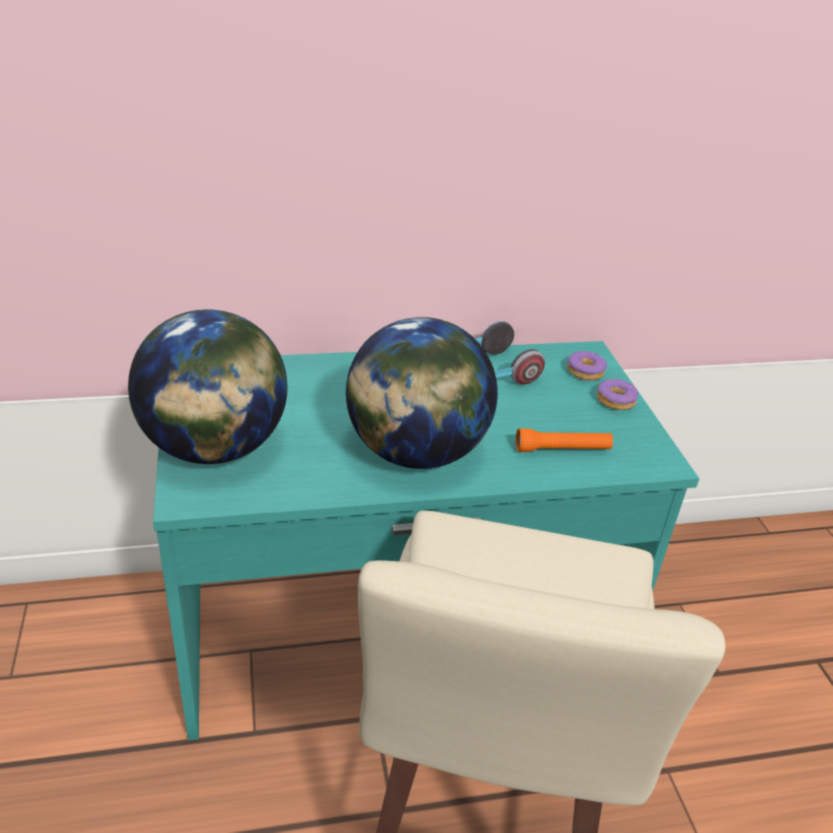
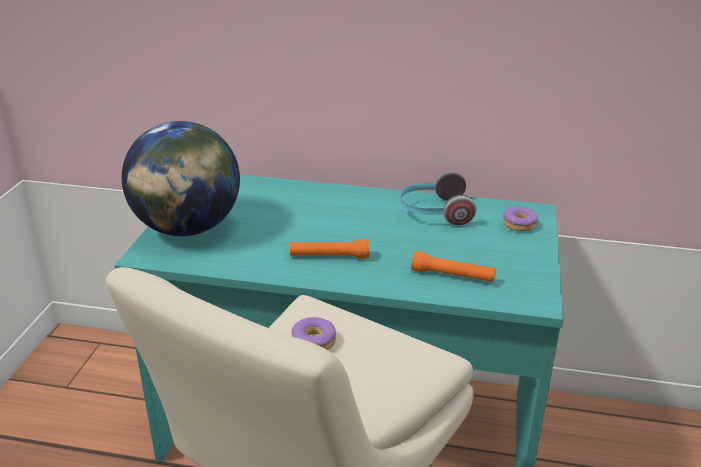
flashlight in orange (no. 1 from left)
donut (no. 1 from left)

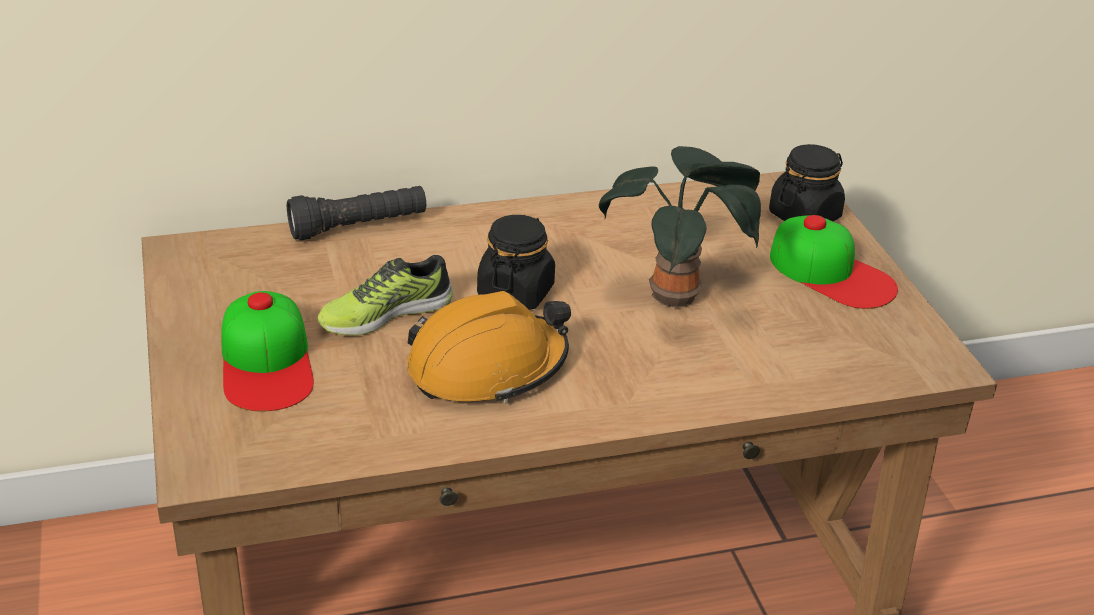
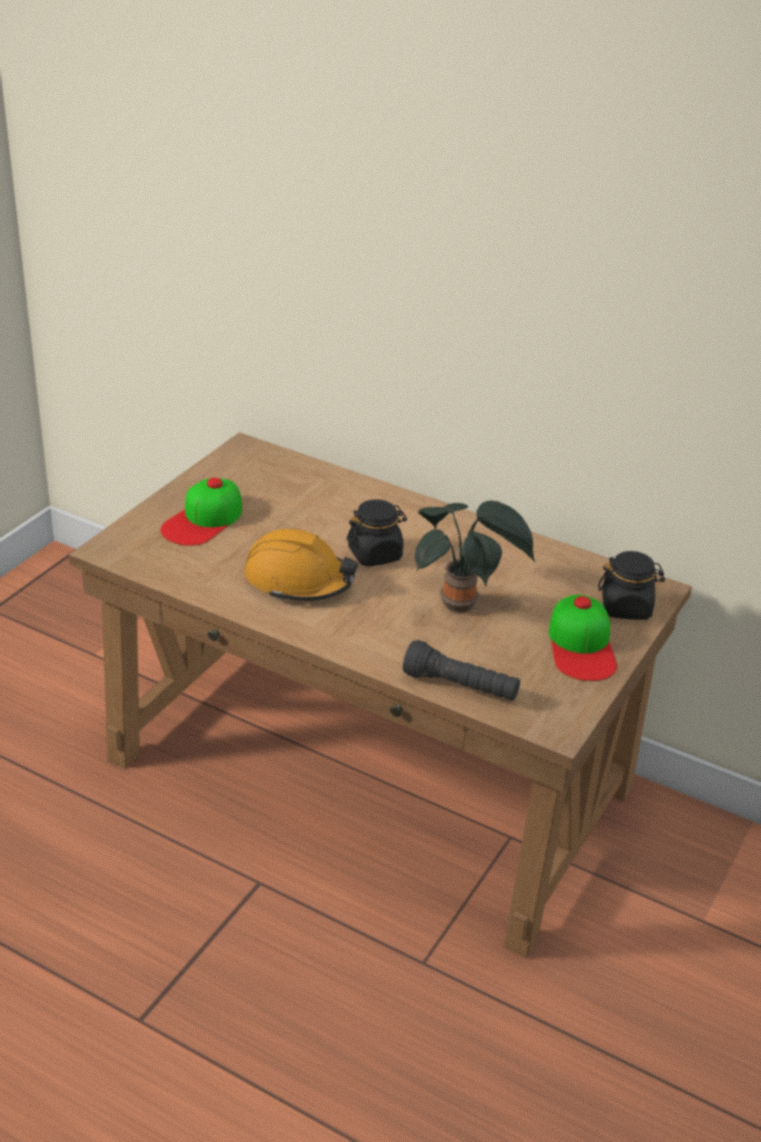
flashlight in black
shoe

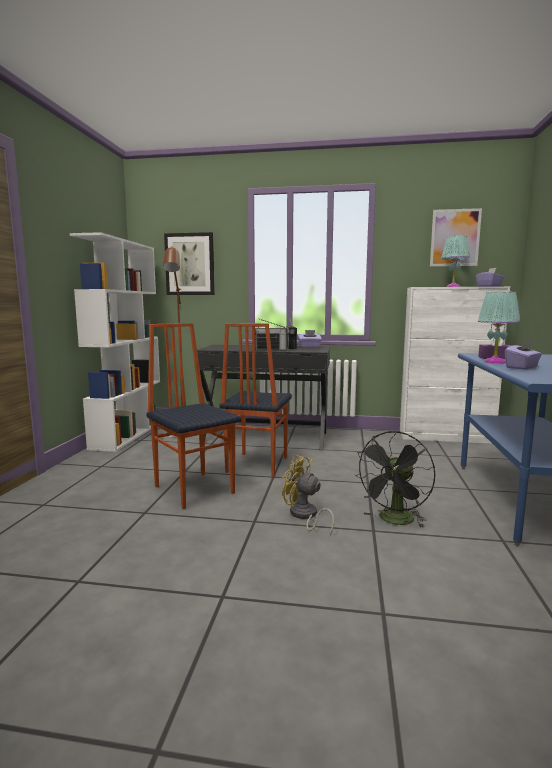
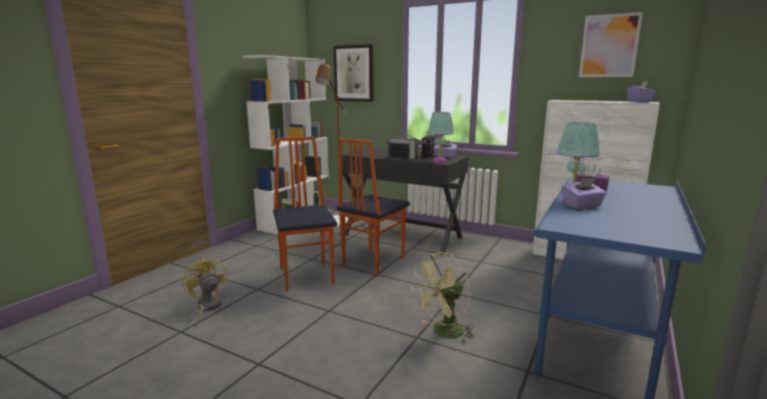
table lamp in turquoise (no. 1 from left)
fan in green
fan in yellow

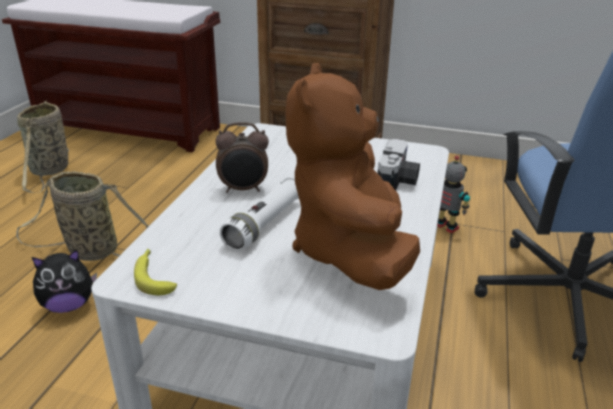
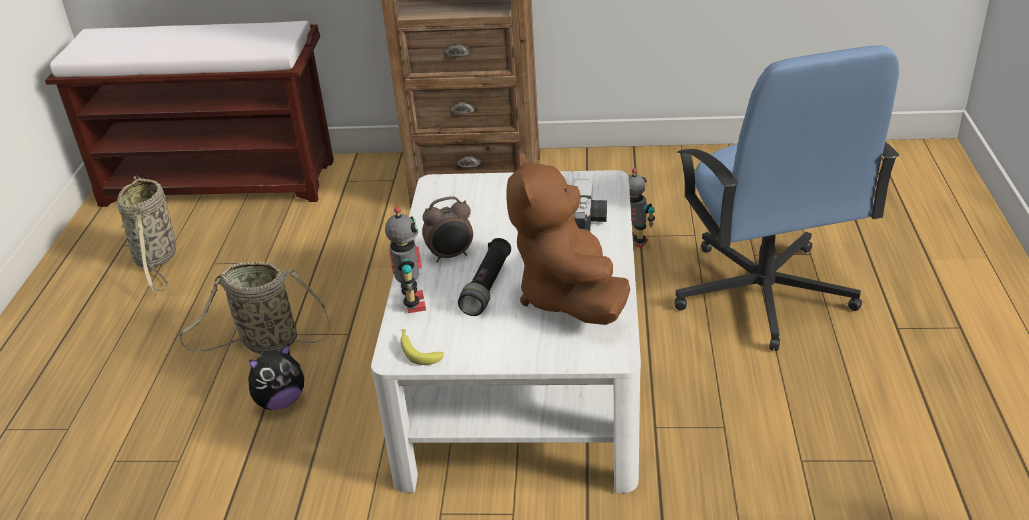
flashlight in black
toy robot (no. 1 from left)

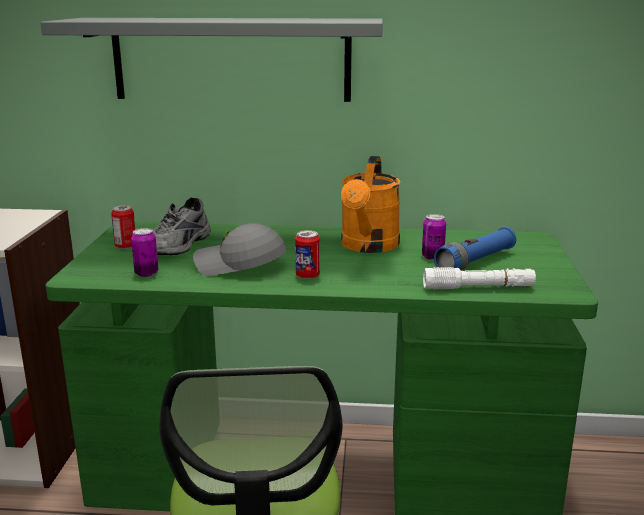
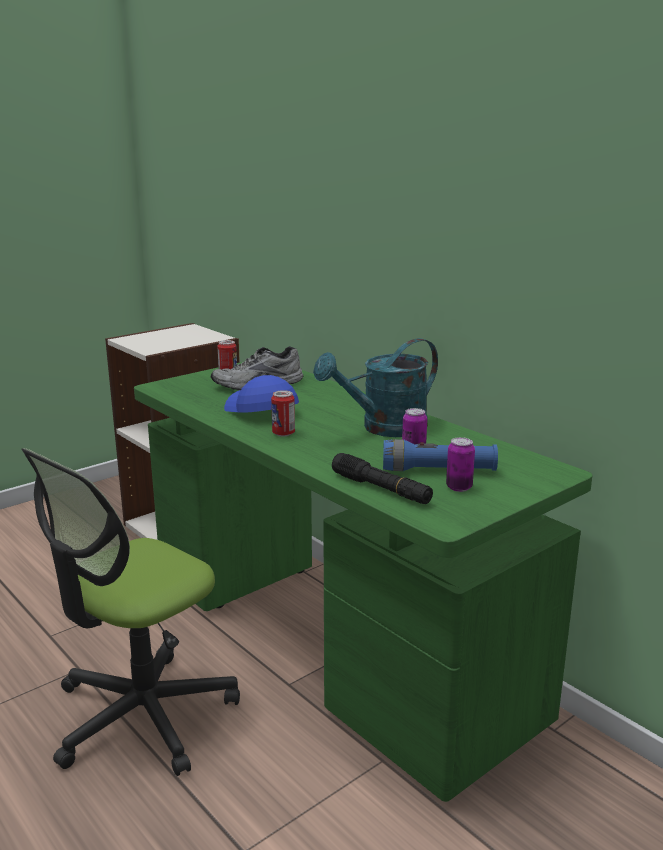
shelf in grey
watering can in turquoise
cap in blue
can (no. 4 from left)
flashlight in black

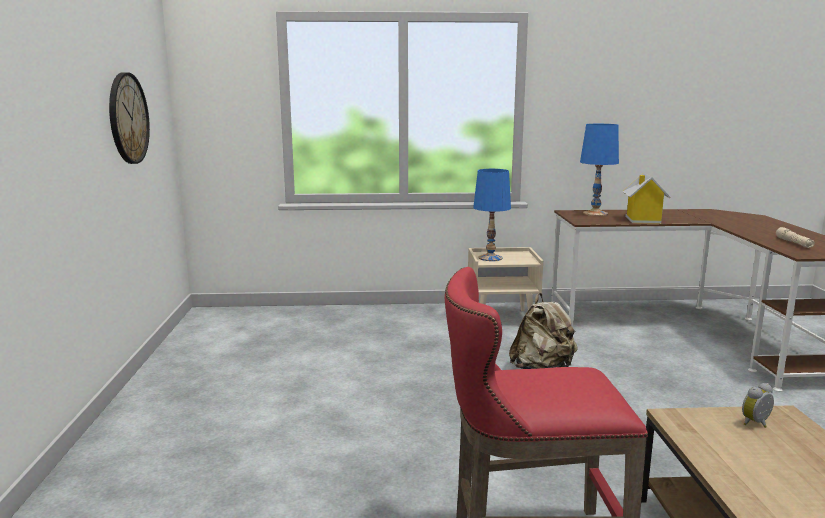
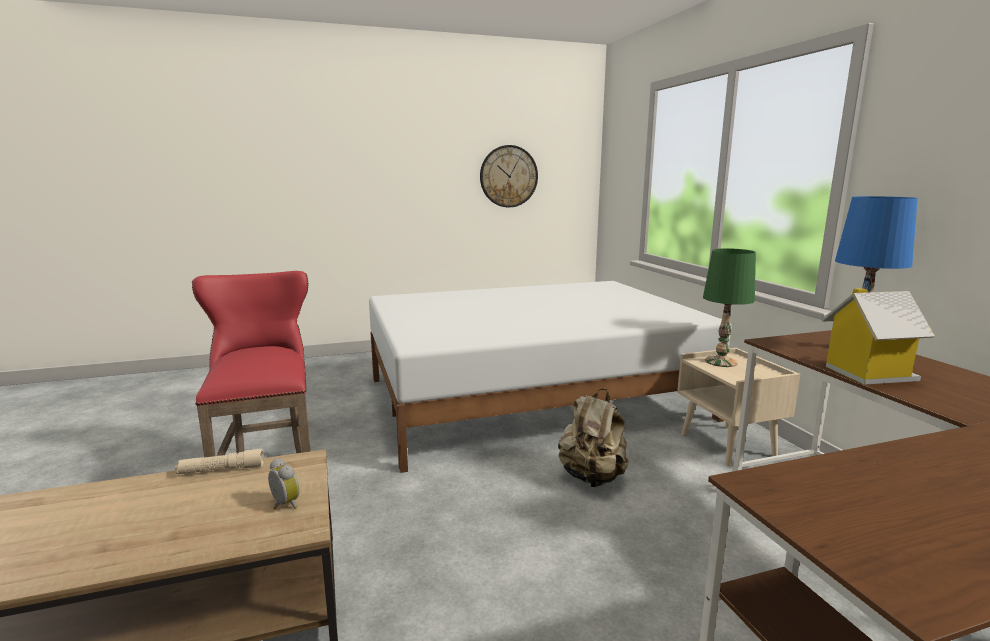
table lamp in green
flashlight in beige
bed in white

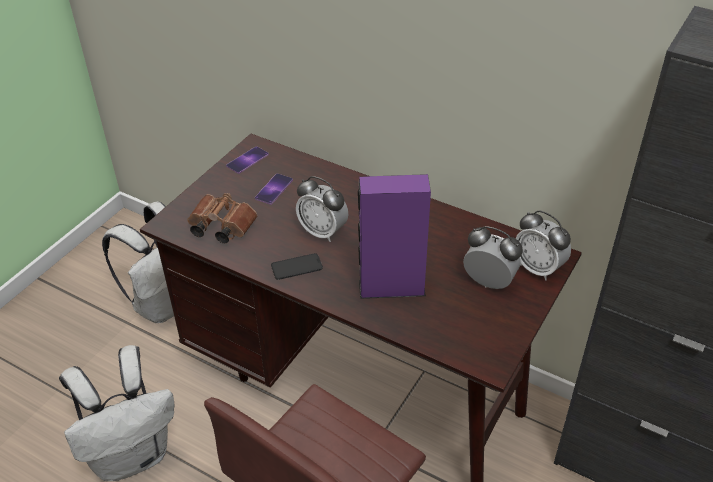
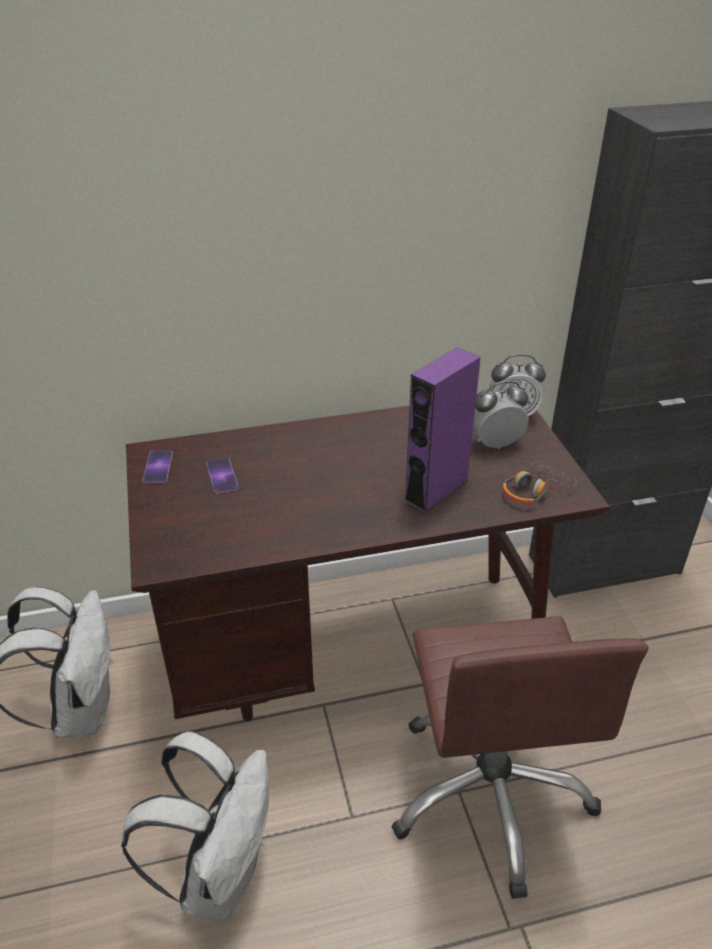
alarm clock (no. 1 from left in the first image)
binoculars in brown
phone (no. 3 from left in the first image)
headphones

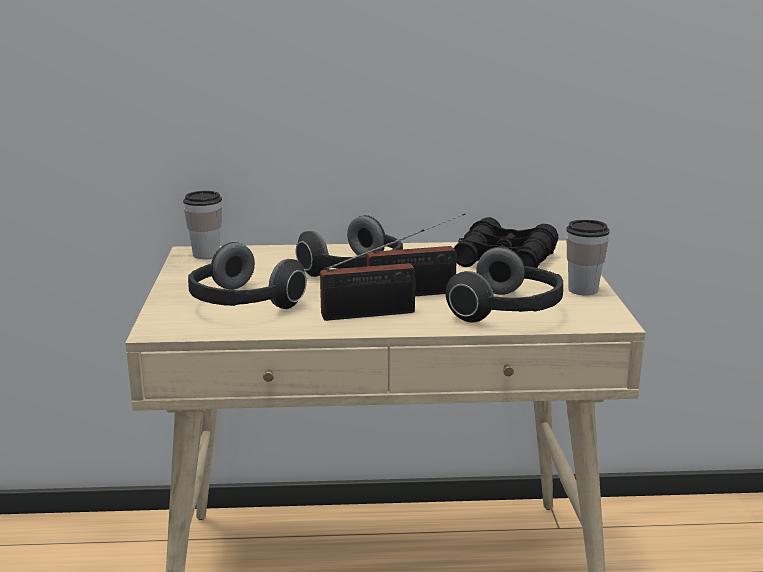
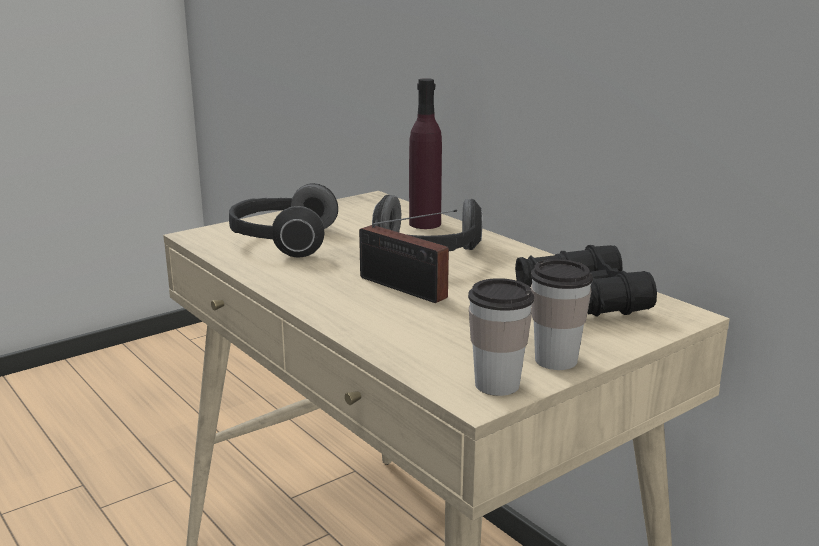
cup (no. 1 from left)
radio (no. 1 from left in the first image)
headphones (no. 3 from left in the first image)
bottle in purple

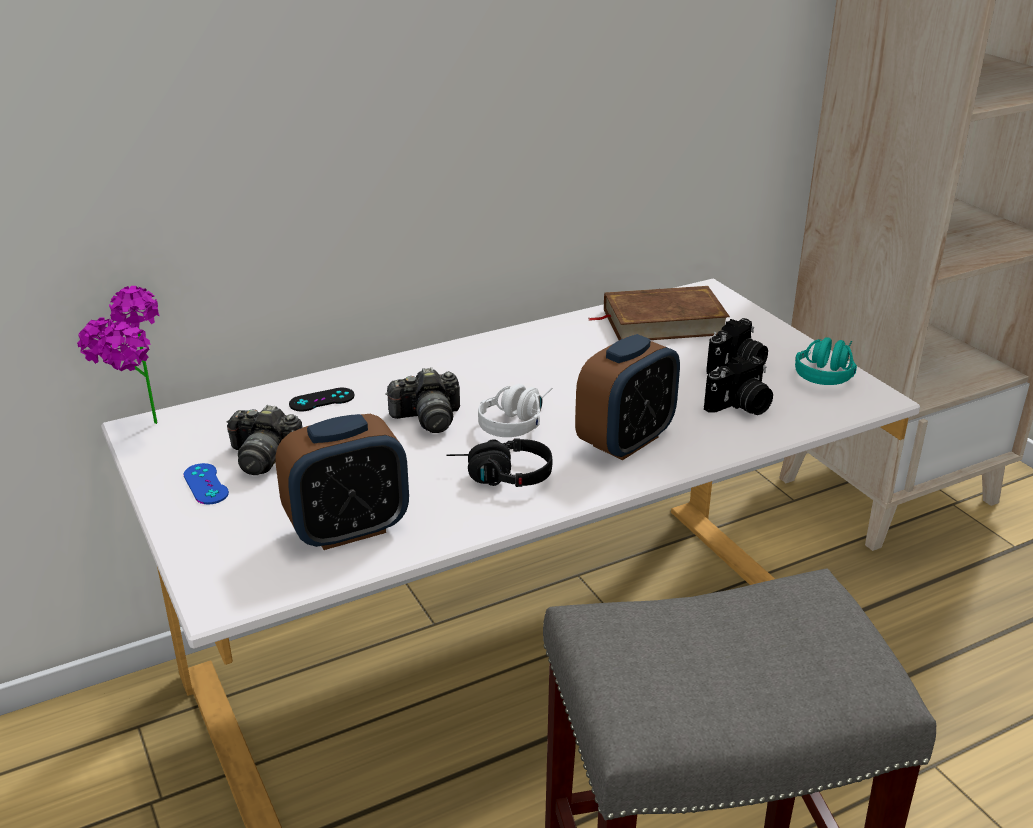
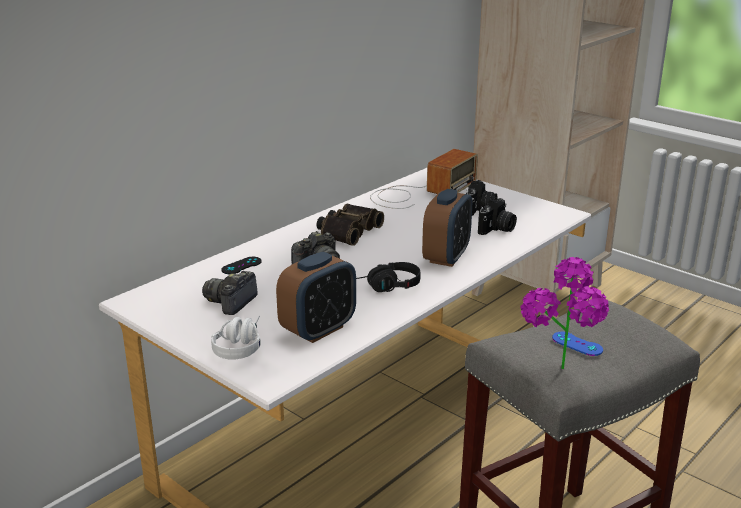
potted plant
radio
headphones in turquoise
headphones in white
photo camera (no. 1 from left)
game controller in blue
binoculars

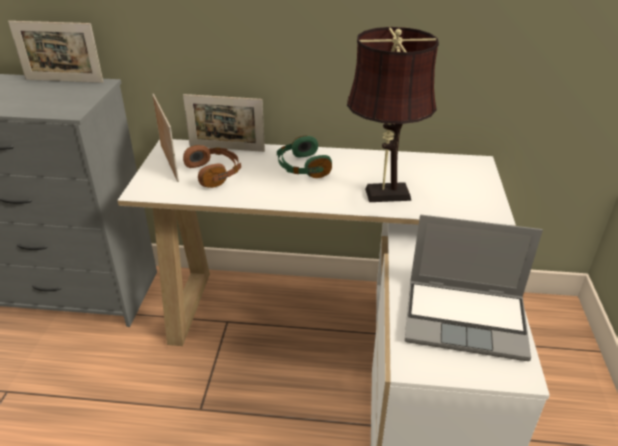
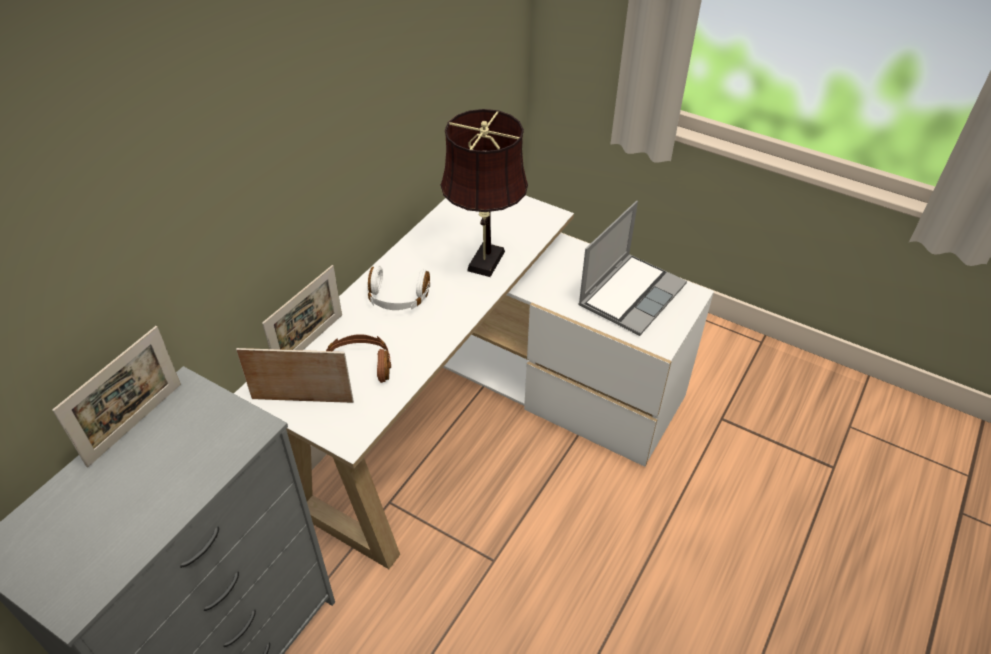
headphones in white

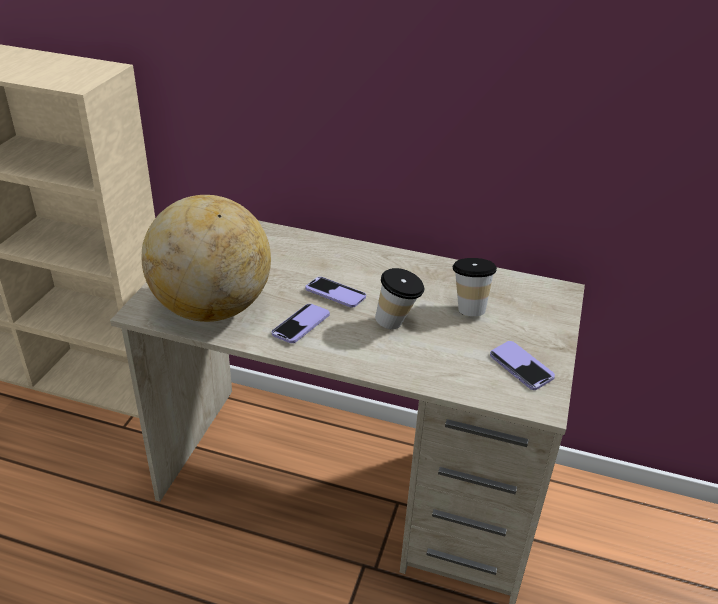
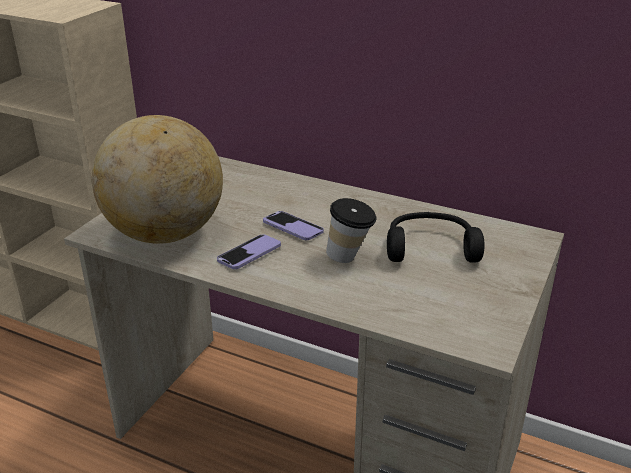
headphones in black
phone (no. 3 from left in the first image)

